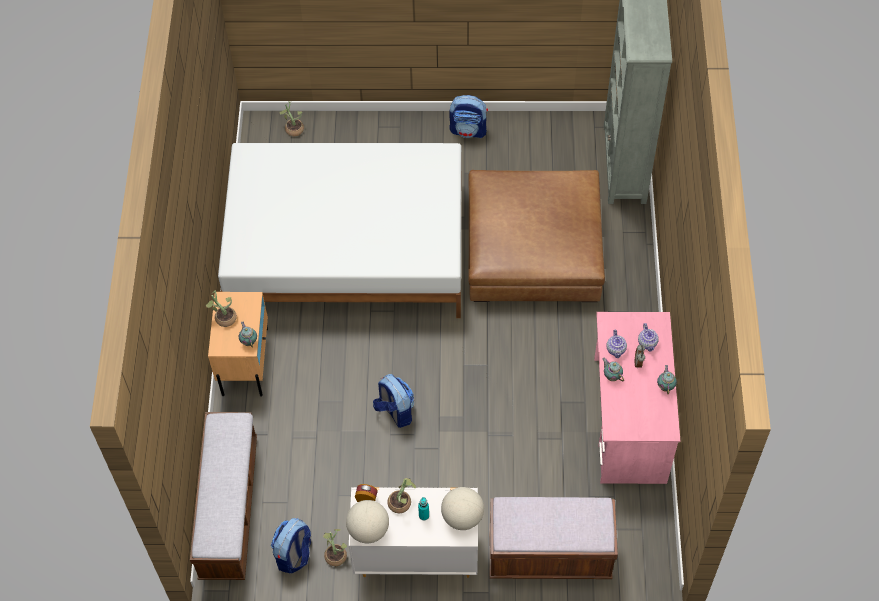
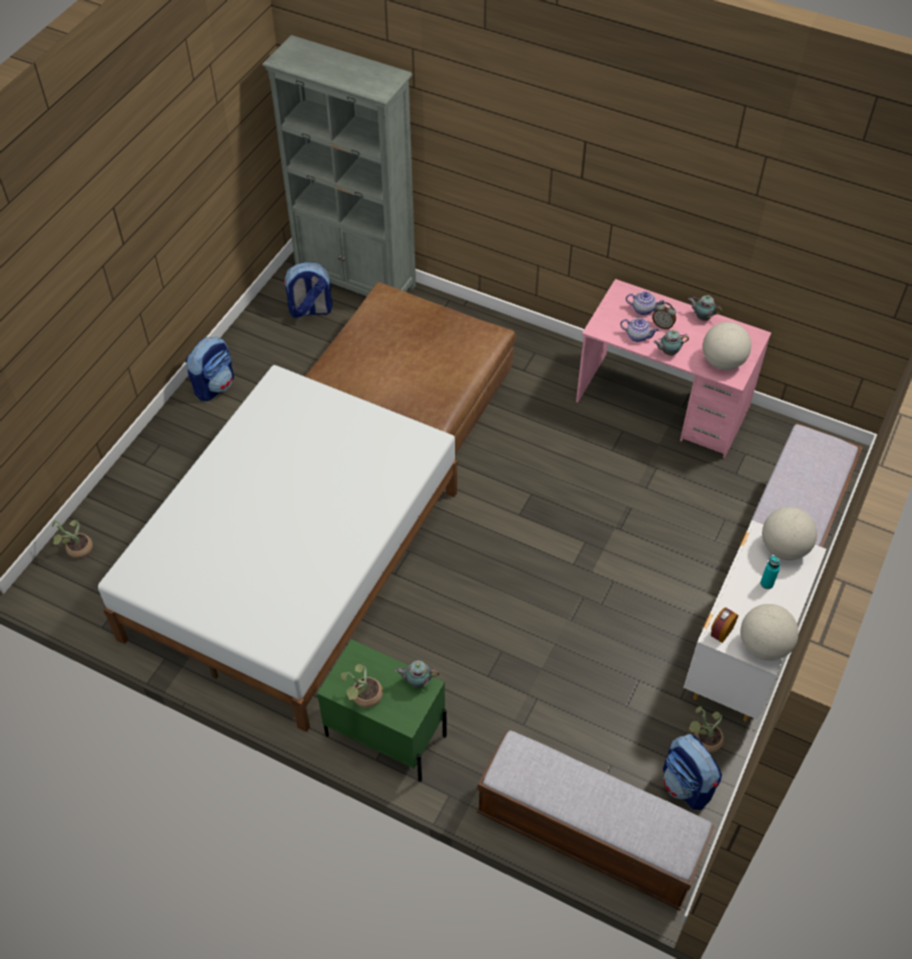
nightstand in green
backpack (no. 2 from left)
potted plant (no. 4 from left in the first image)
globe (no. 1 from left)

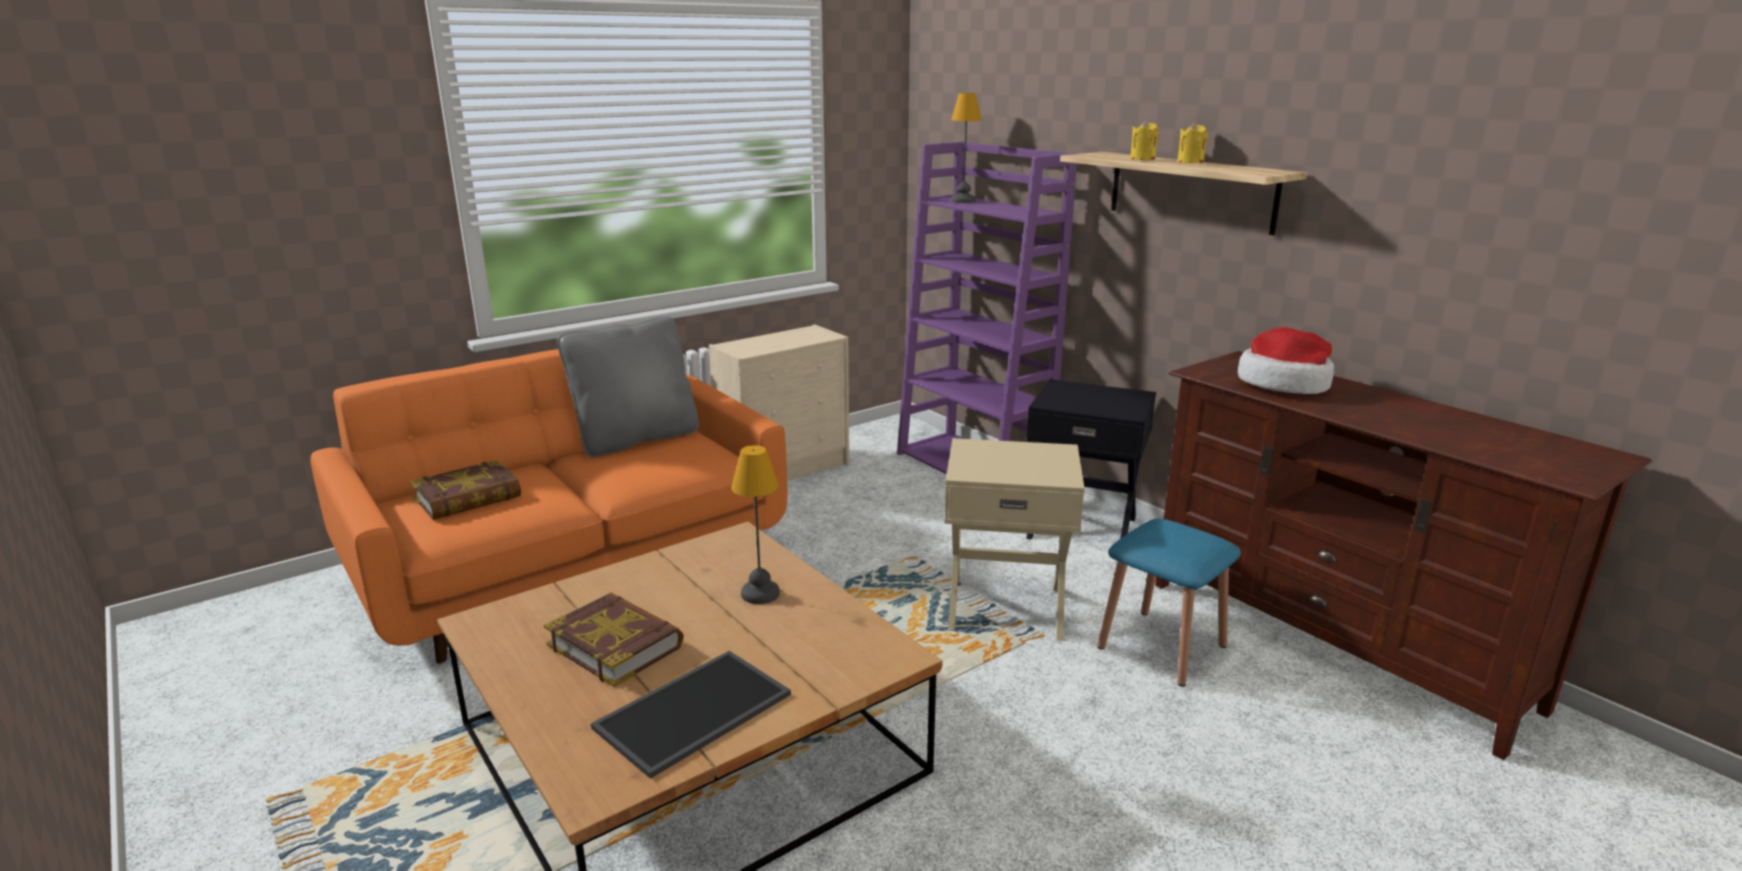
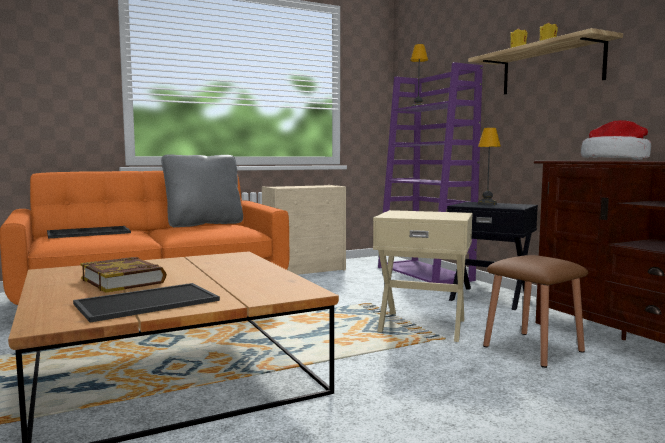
table lamp (no. 2 from left)
tray (no. 1 from left)
stool in brown

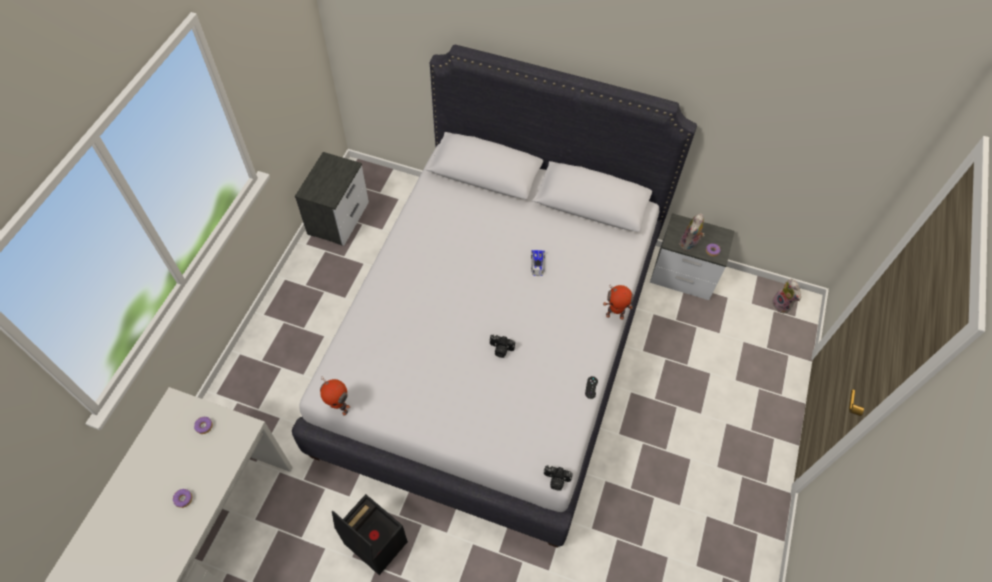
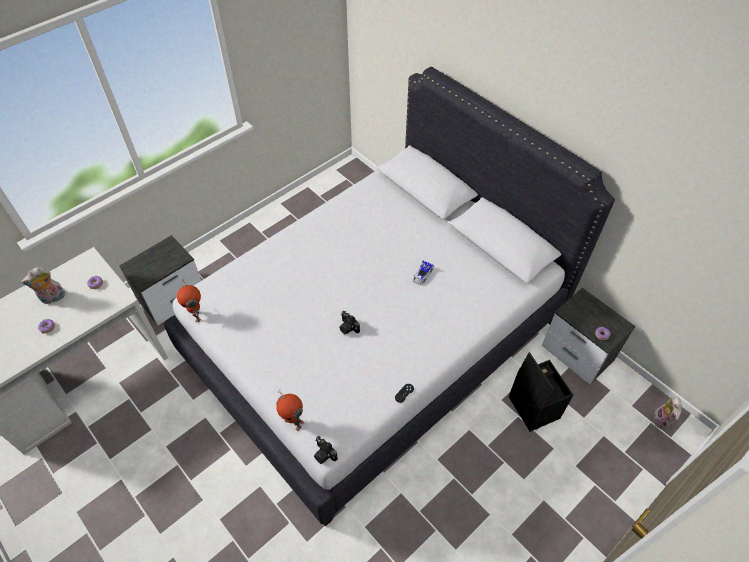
nightstand (no. 1 from left)
plush toy (no. 1 from left)
toy robot (no. 2 from left)
storage box in black

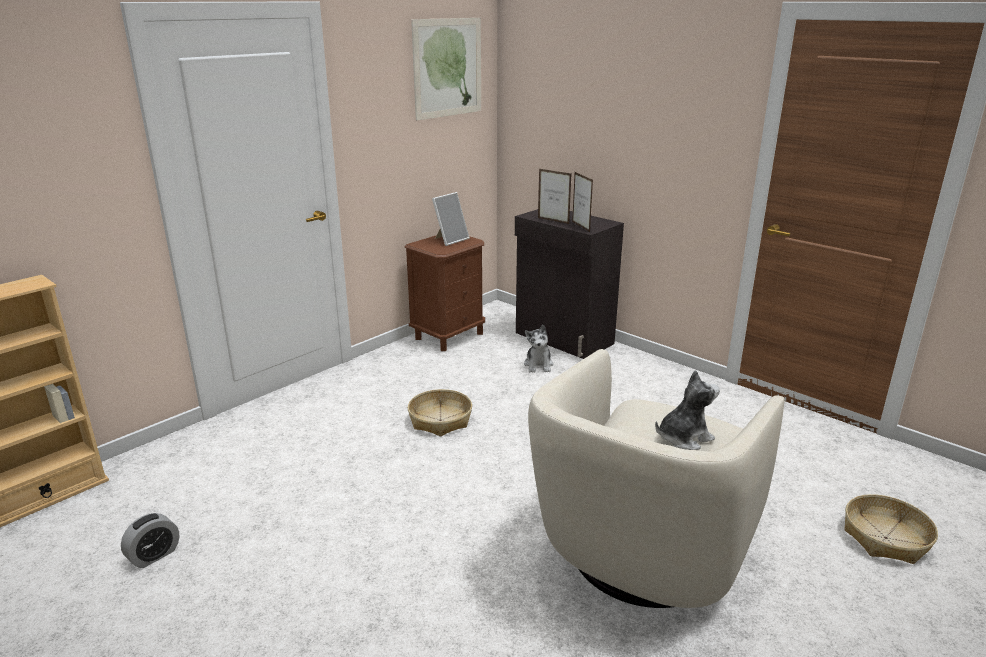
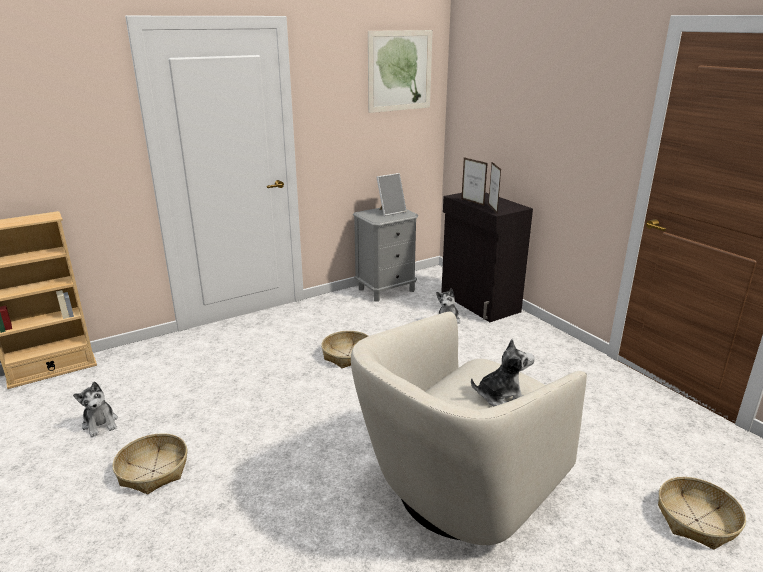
nightstand in grey
plush toy (no. 1 from left)
basket (no. 1 from left)

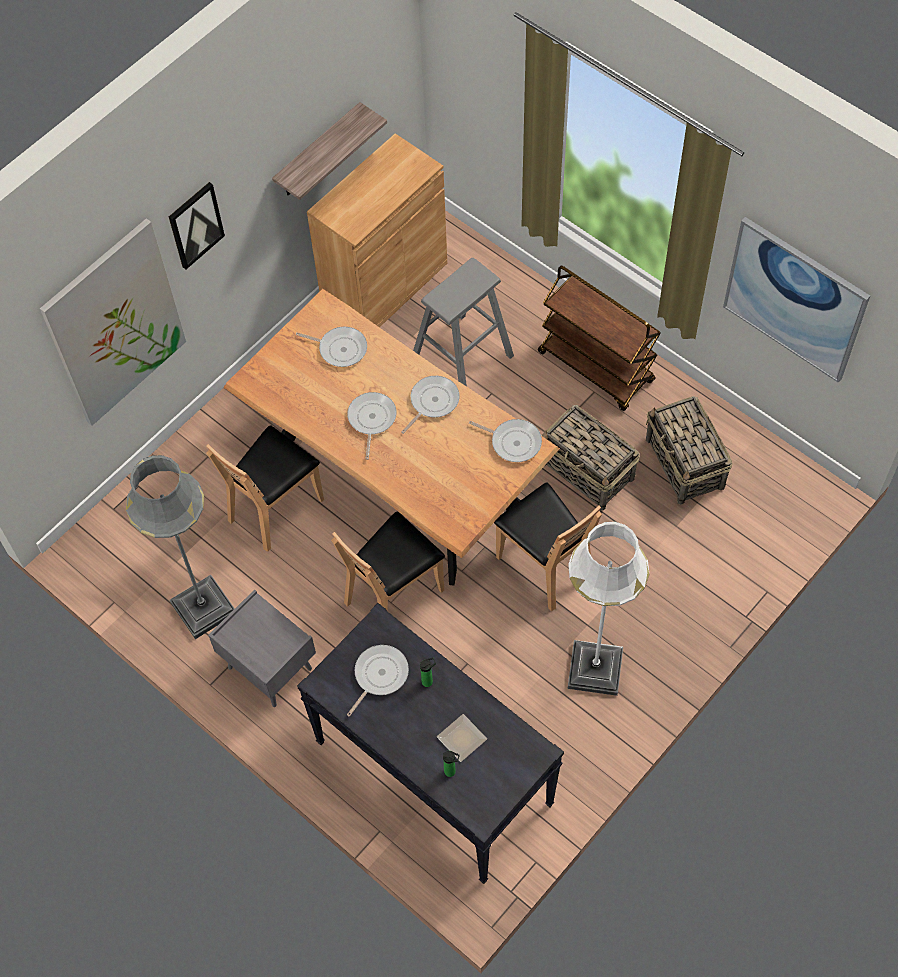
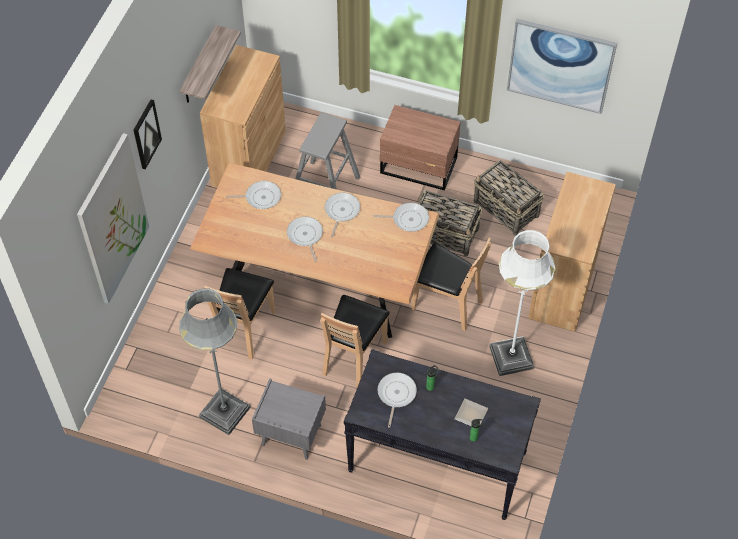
nightstand in brown
cabinet in brown (no. 2 from left)

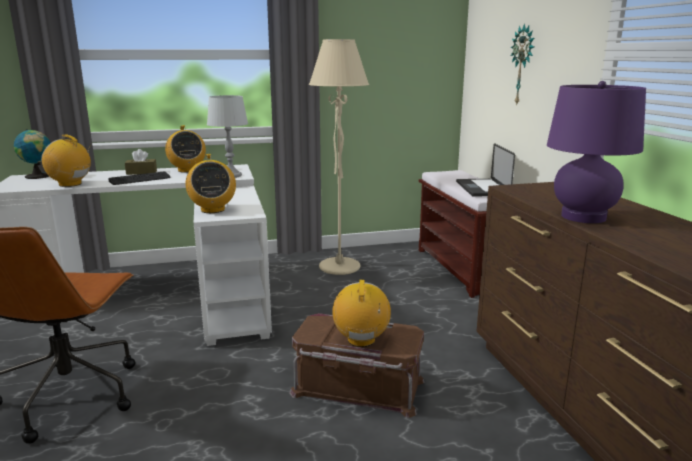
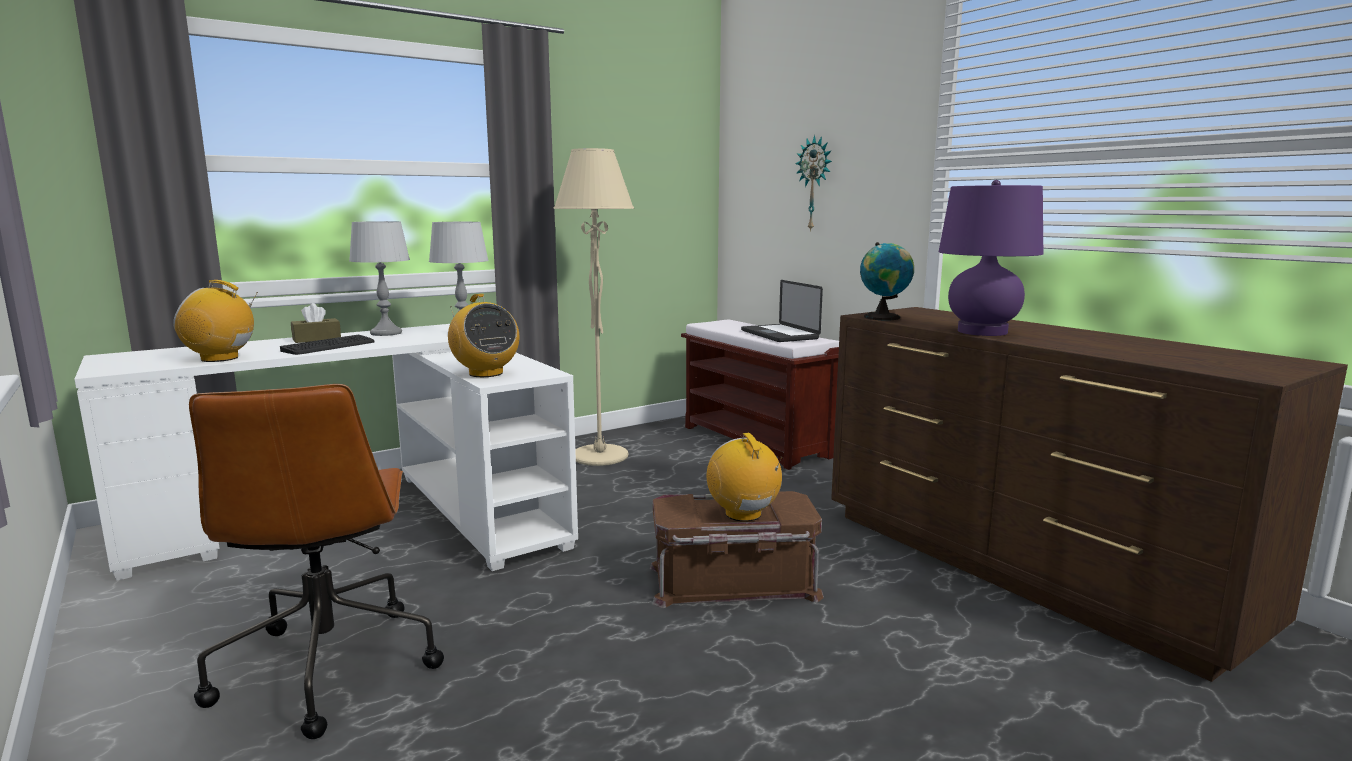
table lamp in grey (no. 1 from left)
globe

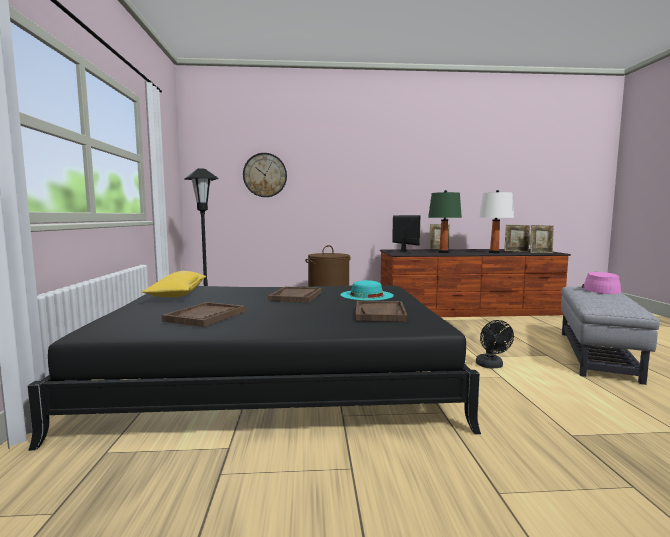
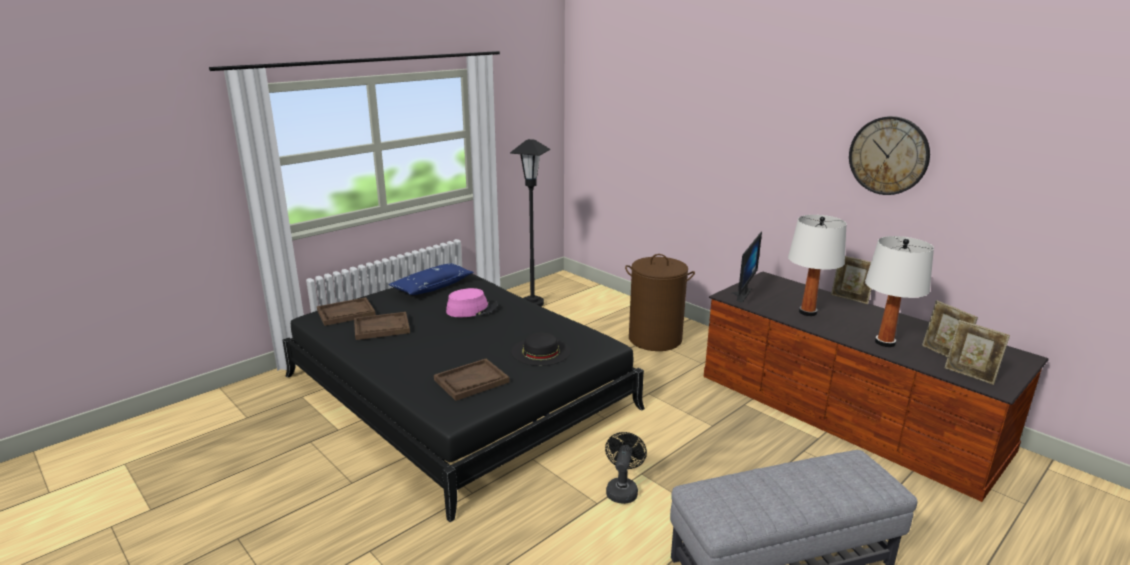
wall clock
table lamp in white (no. 1 from left)
pillow in blue
hat in pink
hat in black
tray in brown (no. 1 from left)
fan in black

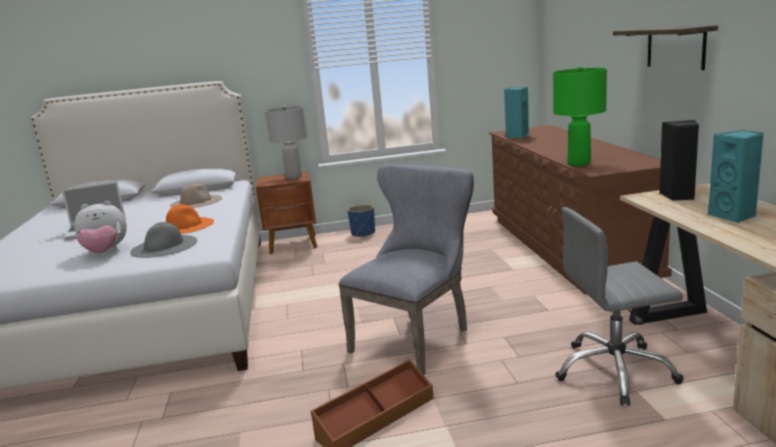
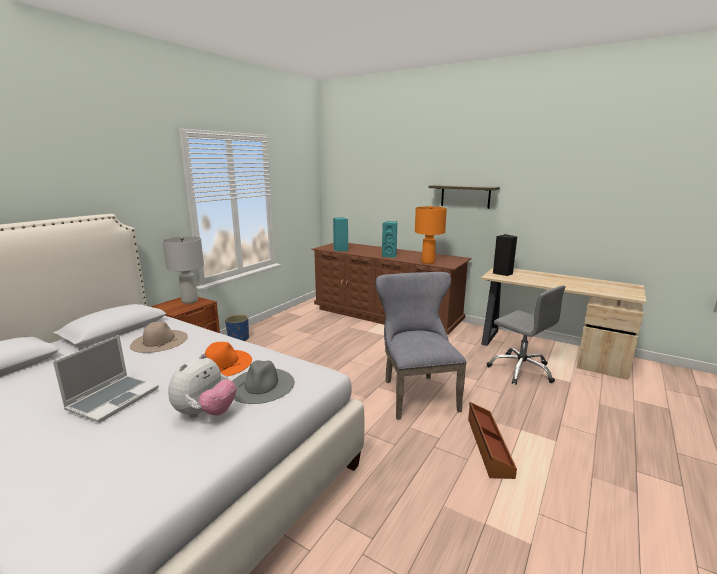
table lamp in orange
speaker in turquoise (no. 2 from left)
office chair in grey

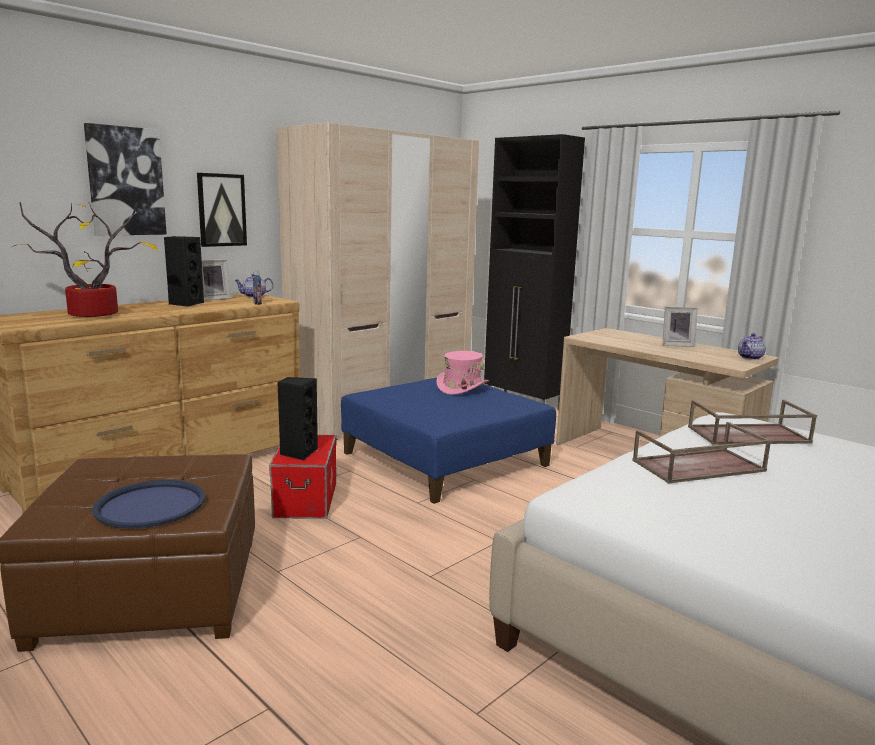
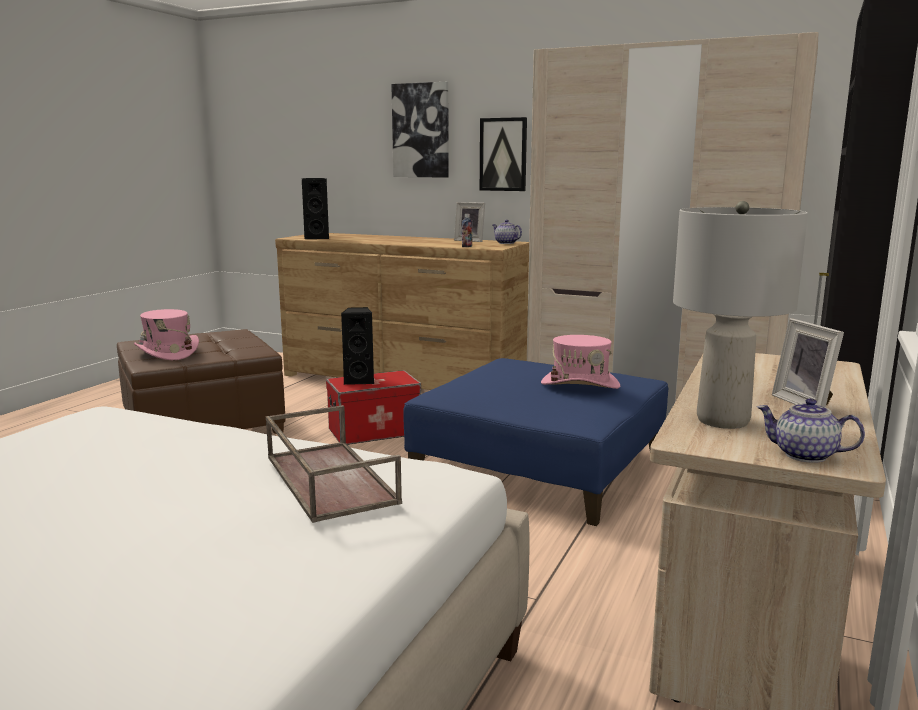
potted plant
speaker in black (no. 1 from left)
tray in brown (no. 1 from left in the first image)
hat in pink (no. 1 from left)
table lamp in grey

